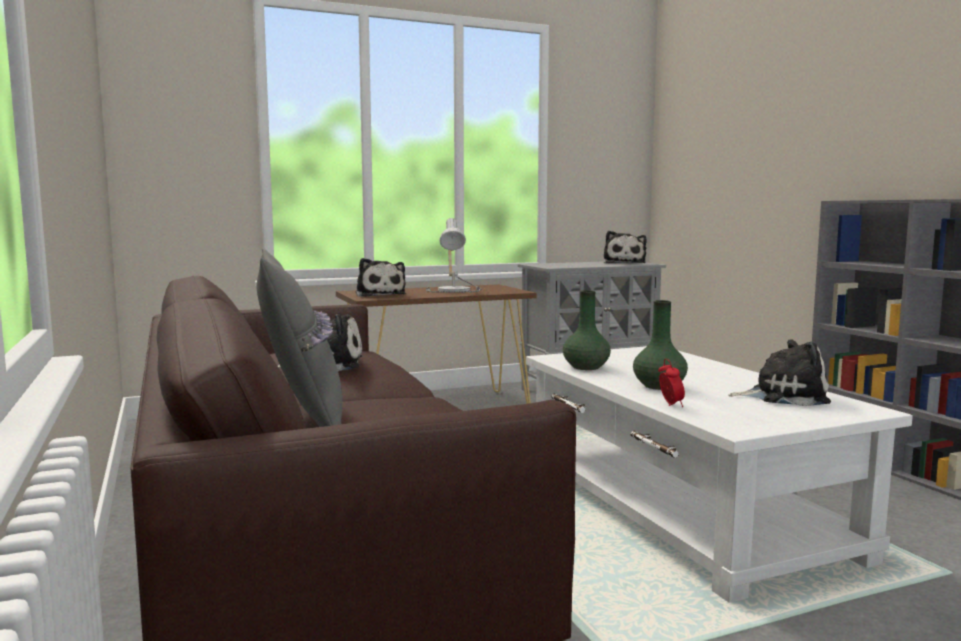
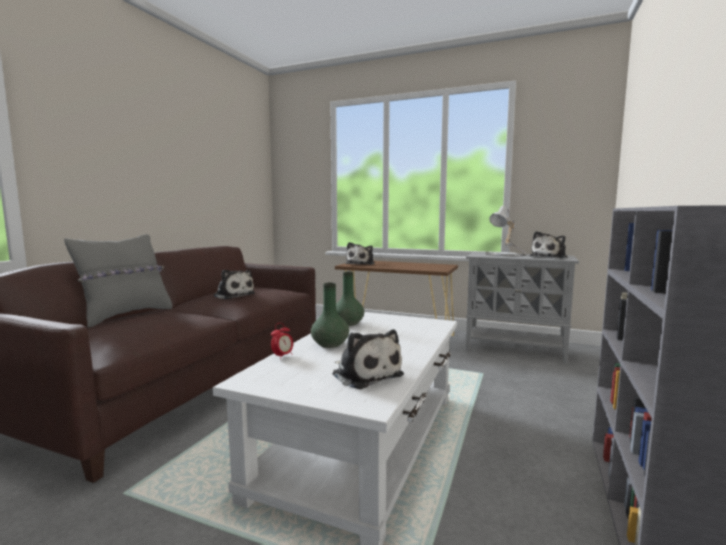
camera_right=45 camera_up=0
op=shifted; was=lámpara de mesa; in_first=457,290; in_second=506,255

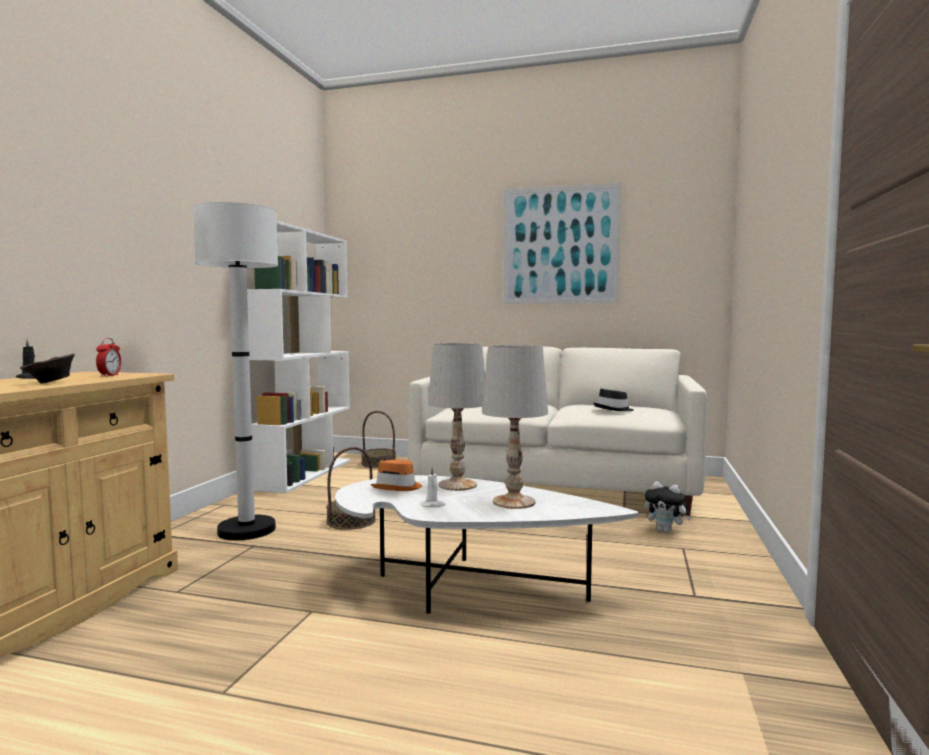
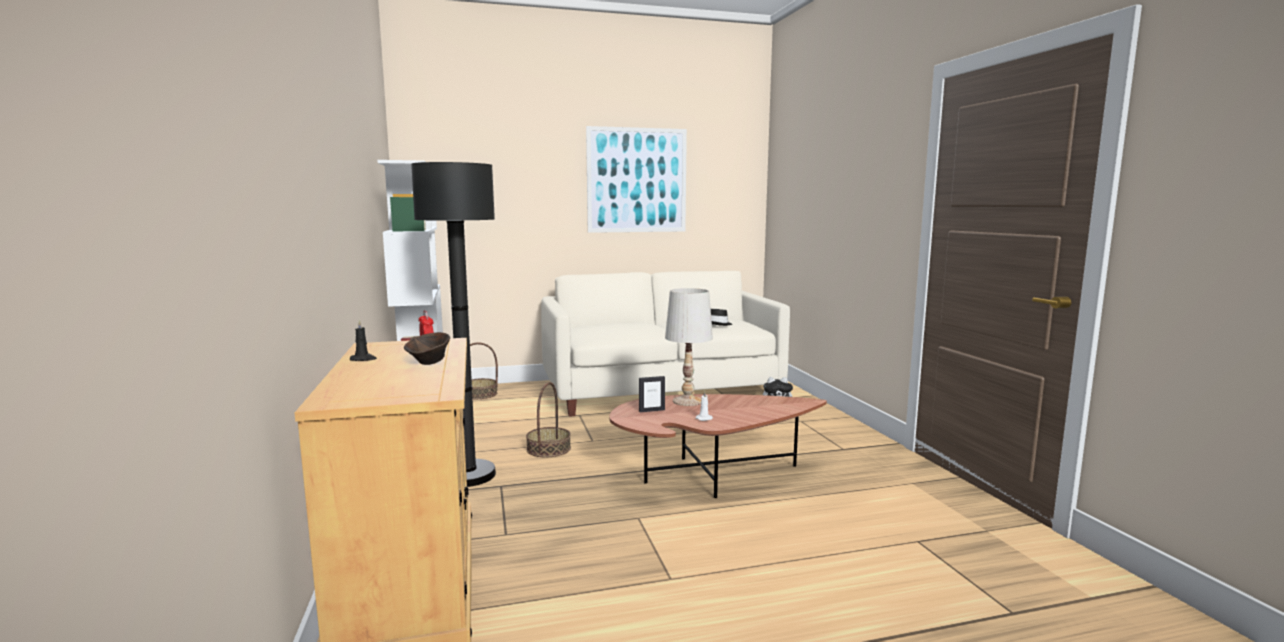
camera_right=-30 camera_up=5
op=repainted; was=lámpara de pie [blanco]; now=lámpara de pie [negro]; in_first=247,530; in_second=468,475
op=gone; was=lámpara de mesa [blanco]; in_first=514,502
op=swapped; was=sombrero [naranja]; now=portarretratos; in_first=398,487; in_second=651,410
op=repainted; was=mesa de centro [blanco]; now=mesa de centro [marrón]; in_first=463,585; in_second=709,475

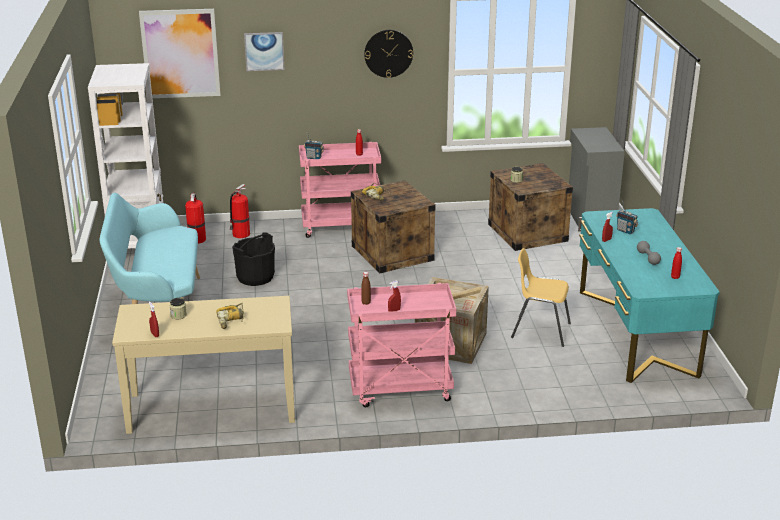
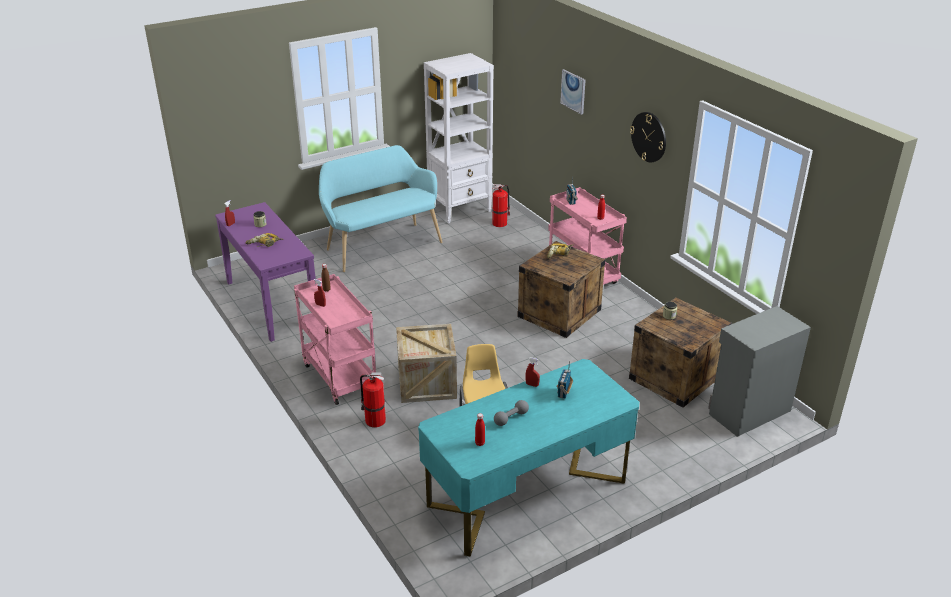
camera_right=65 camera_up=5
op=gone; was=cuadro; in_first=180,53
op=shifted; was=extintor; in_first=240,234; in_second=374,420
op=gone; was=cubo [negro]; in_first=255,277
op=repainted; was=mesa consola [beis]; now=mesa consola [morado]; in_first=212,408; in_second=271,303

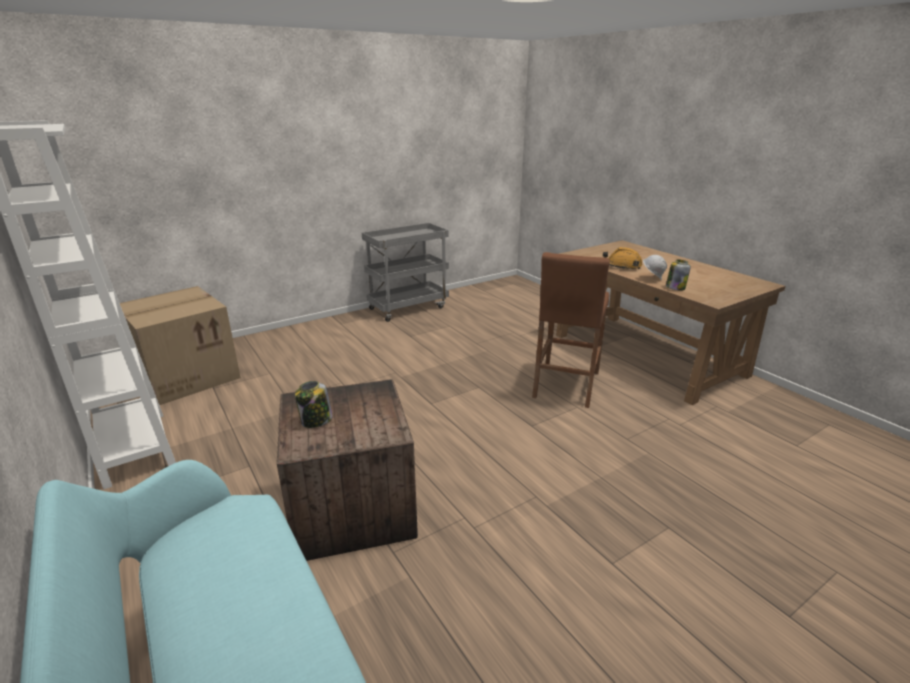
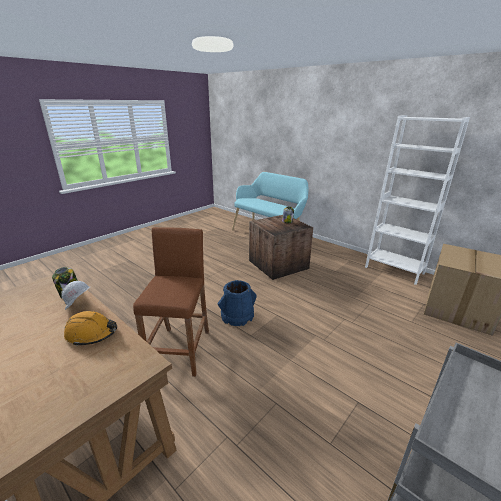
camera_right=165 camera_up=0
op=new; now=cubo [azul]; in_second=237,316

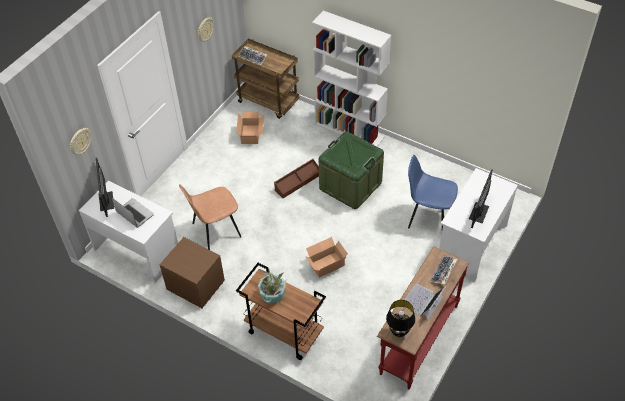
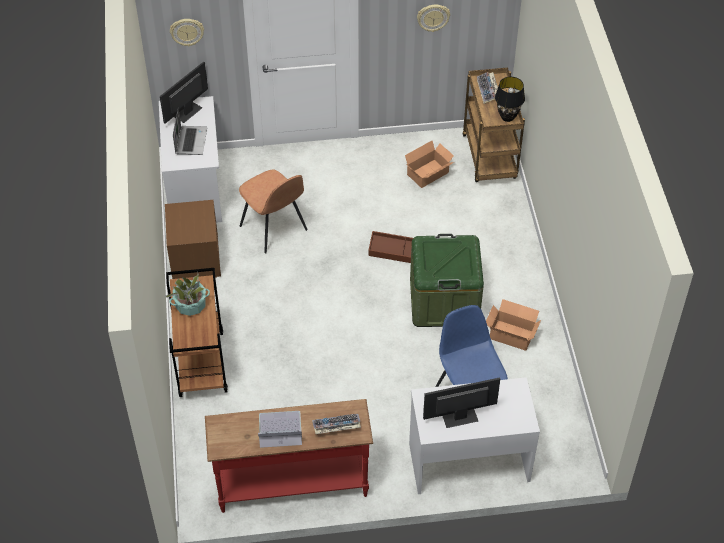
camera_right=50 camera_up=0
op=gone; was=estantería [blanco]; in_first=350,130
op=rotated; was=silla [marrón]; in_first=215,230; in_second=274,229; clockwise=-150
op=shifted; was=caja de cartón; in_first=325,264; in_second=511,333
op=shifted; was=lámpara de mesa [negro]; in_first=399,332; in_second=507,117

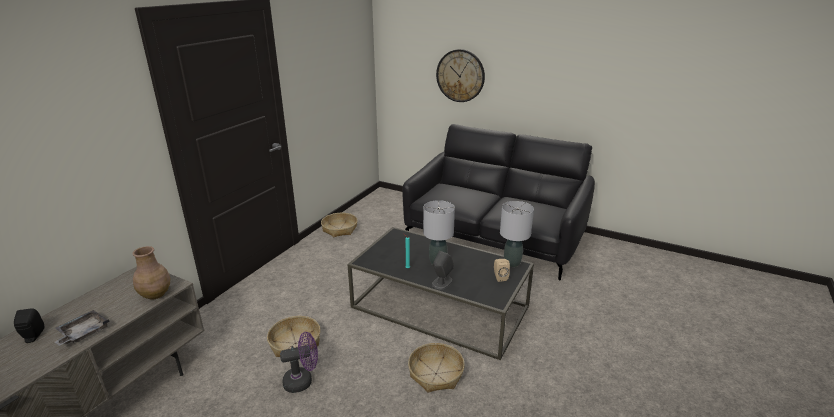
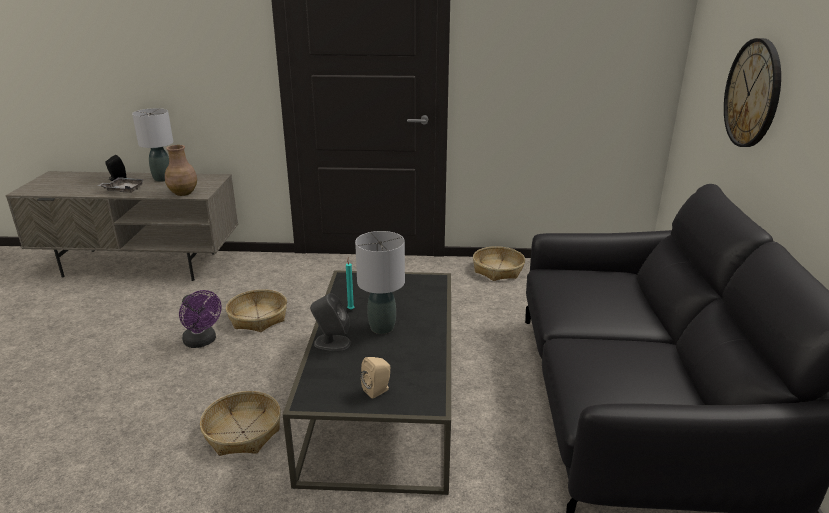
camera_right=65 camera_up=0
op=shifted; was=lámpara de mesa [gris]; in_first=511,263; in_second=162,179

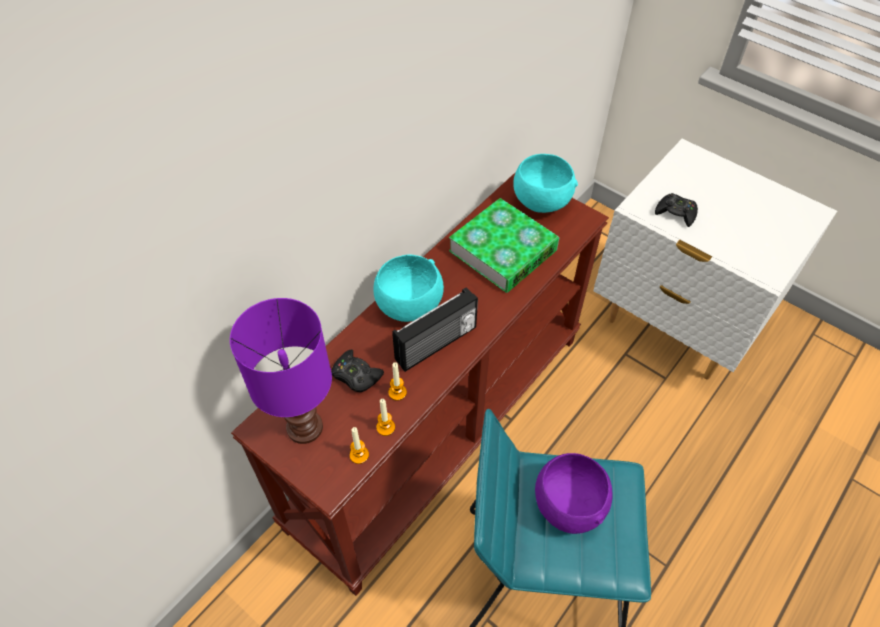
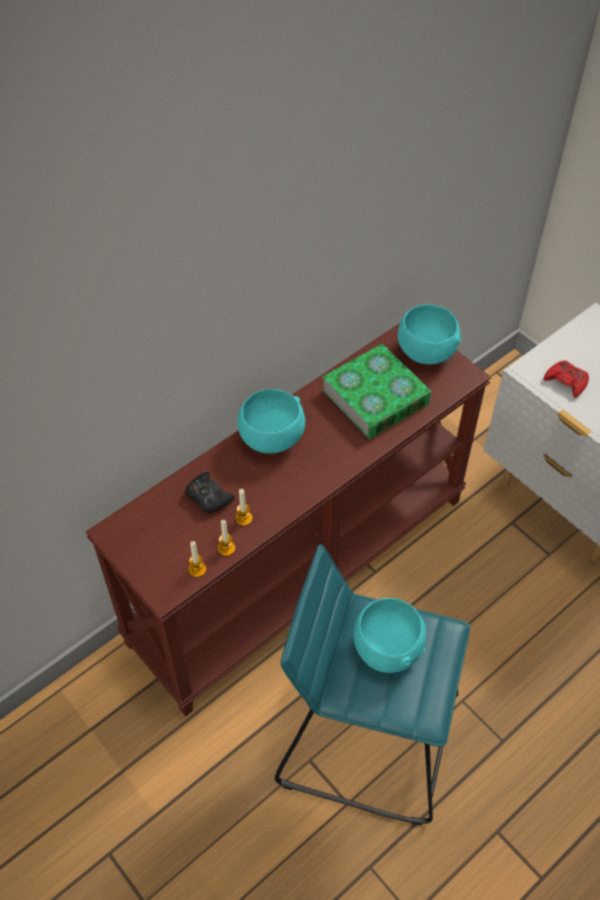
camera_right=10 camera_up=0
op=repainted; was=mando de consola [negro]; now=mando de consola [rojo]; in_first=676,213; in_second=566,381
op=gone; was=radio; in_first=437,345
op=gone; was=lámpara de mesa [morado]; in_first=306,428
op=repainted; was=cuenco [morado]; now=cuenco [turquesa]; in_first=568,504; in_second=387,647

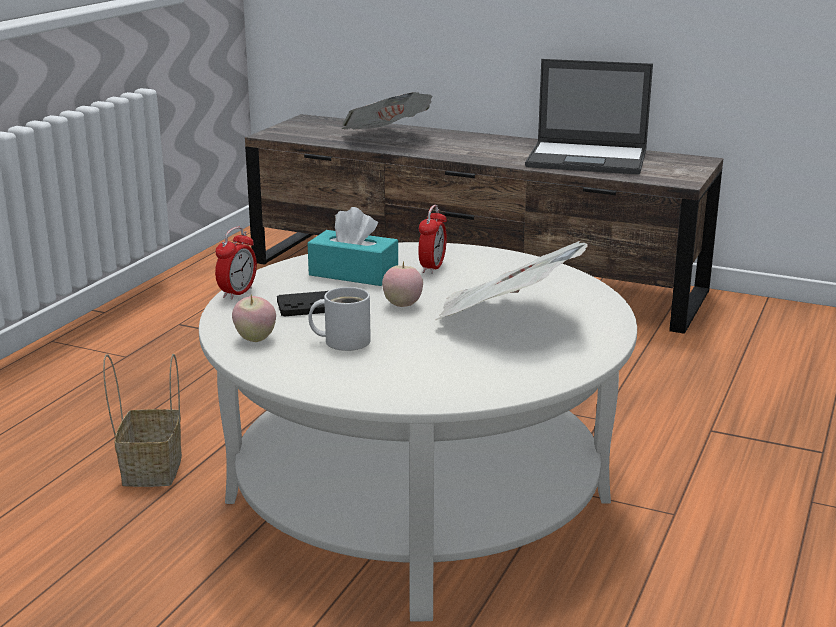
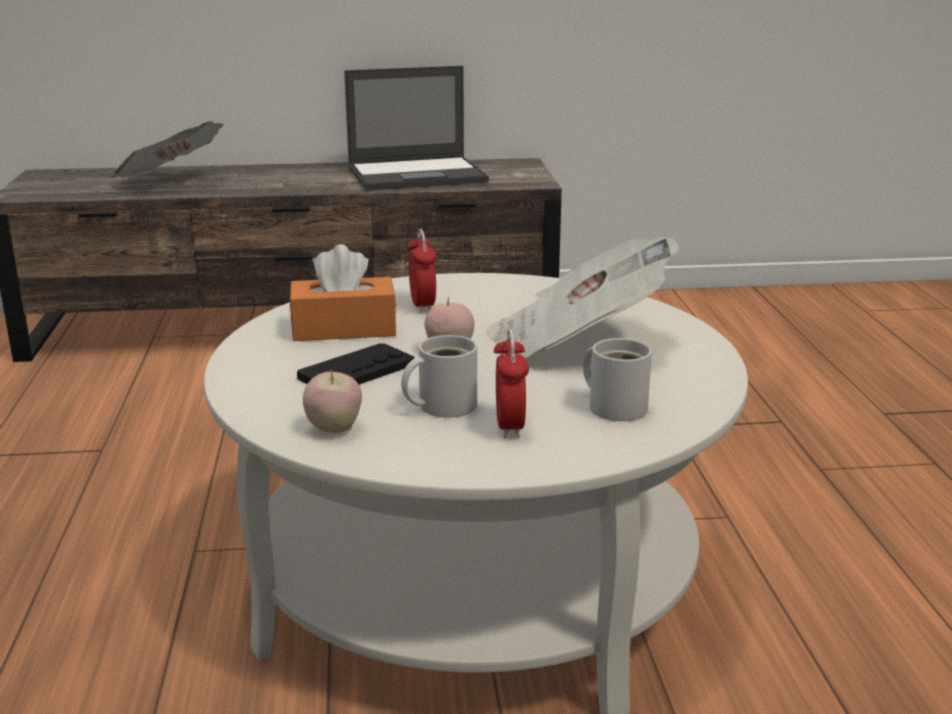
camera_right=-30 camera_up=0
op=repainted; was=caja de pañuelos [turquesa]; now=caja de pañuelos [naranja]; in_first=353,273; in_second=344,329
op=shifted; was=despertador; in_first=237,293; in_second=510,426
op=gone; was=cesta; in_first=151,468
op=new; now=taza grande [blanco]; in_second=615,406

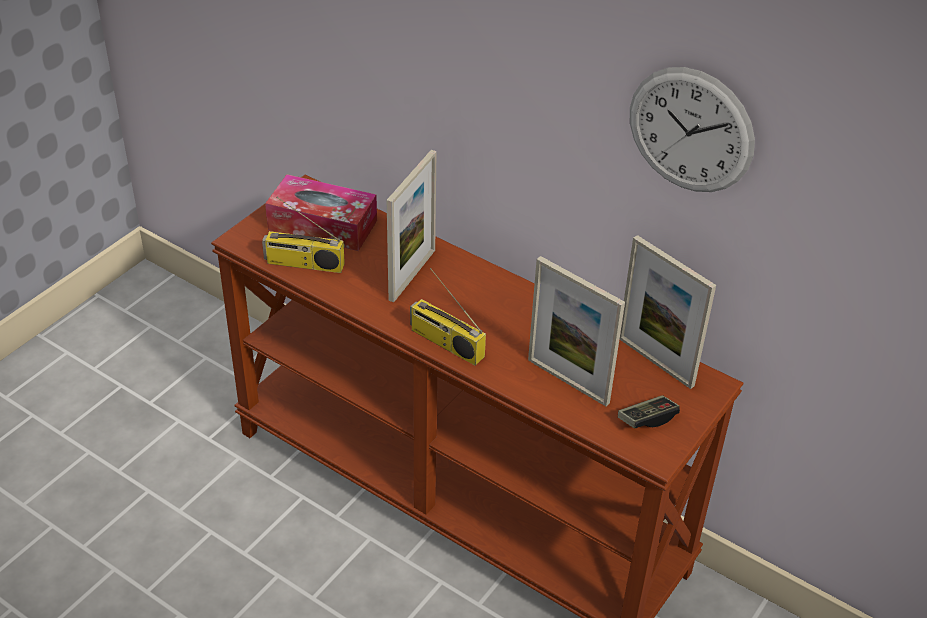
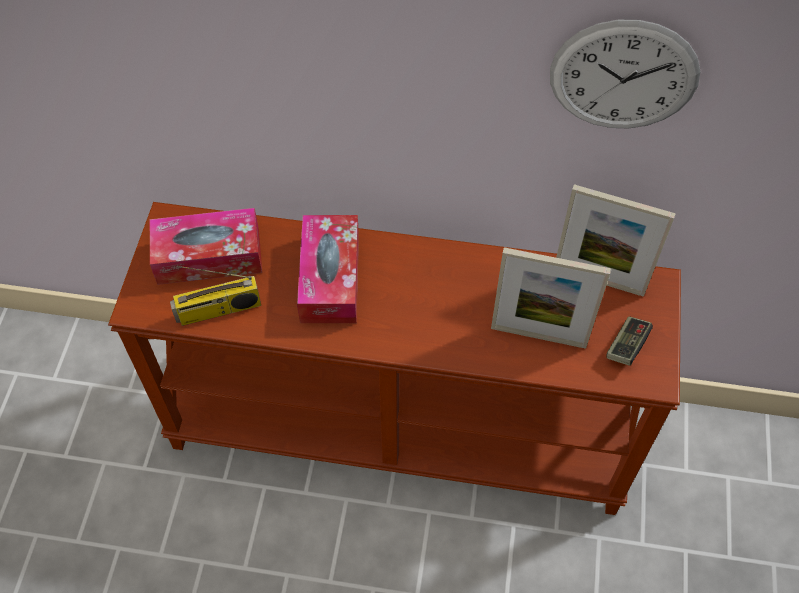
camera_right=-25 camera_up=15
op=swapped; was=portarretratos; now=caja de pañuelos; in_first=412,275; in_second=330,278
op=gone; was=radio; in_first=445,343

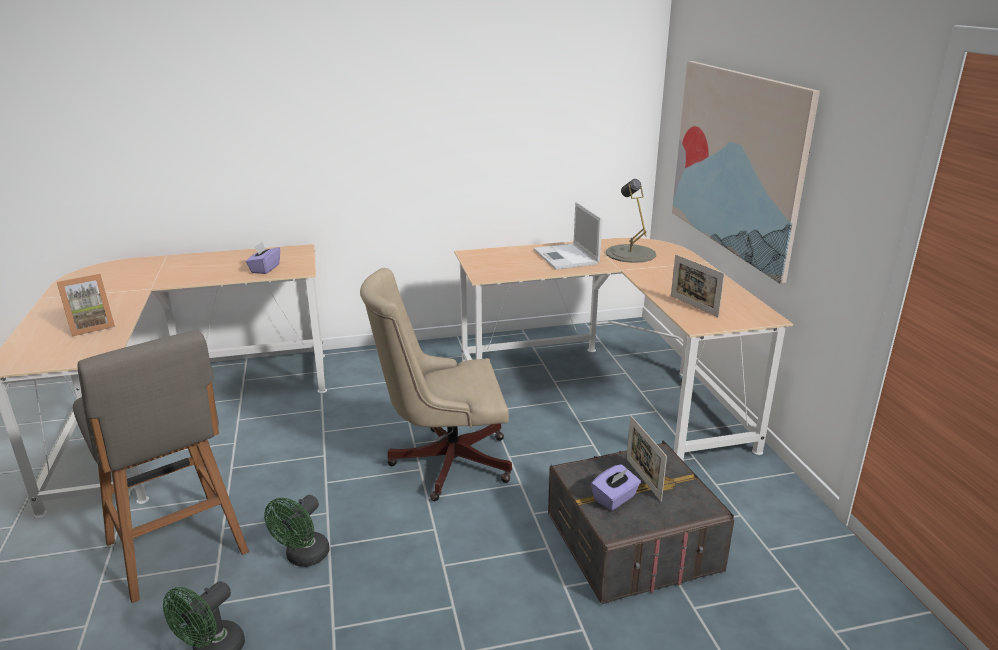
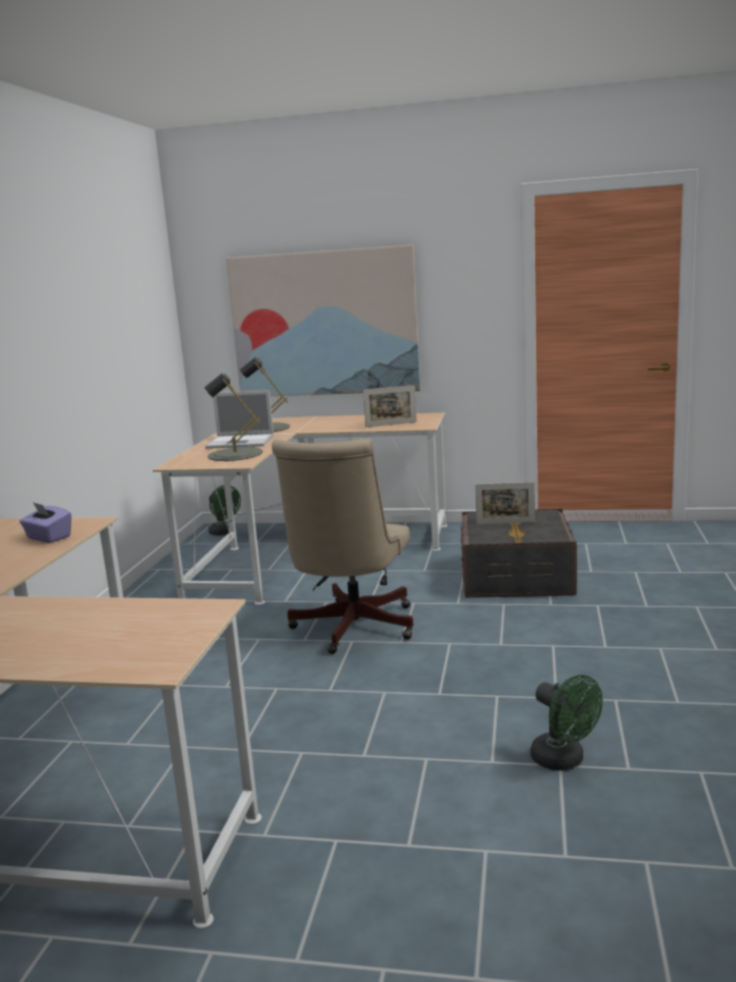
camera_right=-65 camera_up=-10
op=gone; was=portarretratos; in_first=91,327
op=gone; was=taburete [gris]; in_first=178,550
op=gone; was=caja de pañuelos [morado]; in_first=615,499
op=shifted; was=ventilador [verde]; in_first=303,558; in_second=224,533
op=new; now=lámpara de mesa [gris]; in_second=235,454

